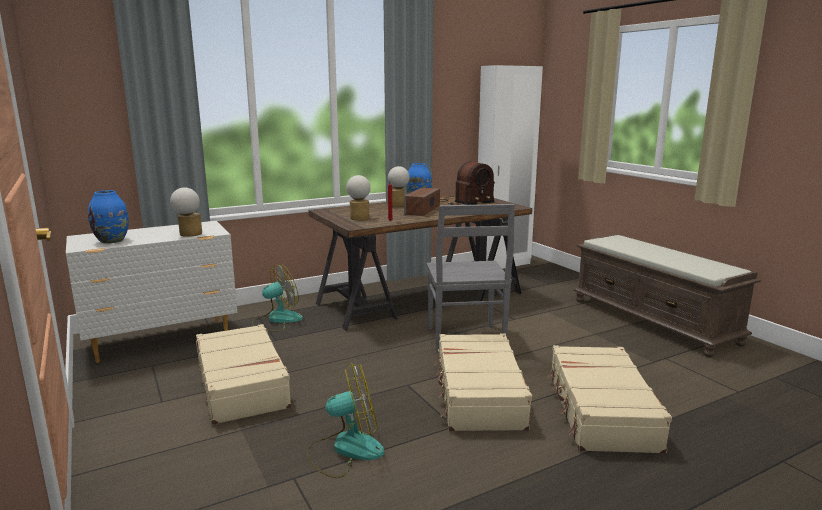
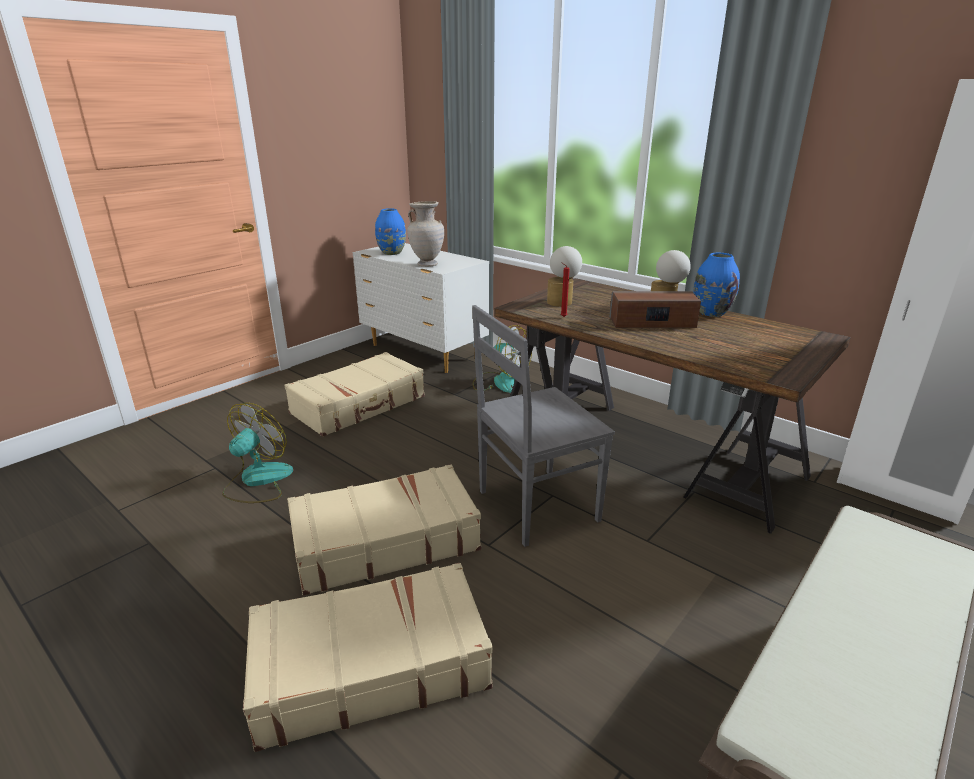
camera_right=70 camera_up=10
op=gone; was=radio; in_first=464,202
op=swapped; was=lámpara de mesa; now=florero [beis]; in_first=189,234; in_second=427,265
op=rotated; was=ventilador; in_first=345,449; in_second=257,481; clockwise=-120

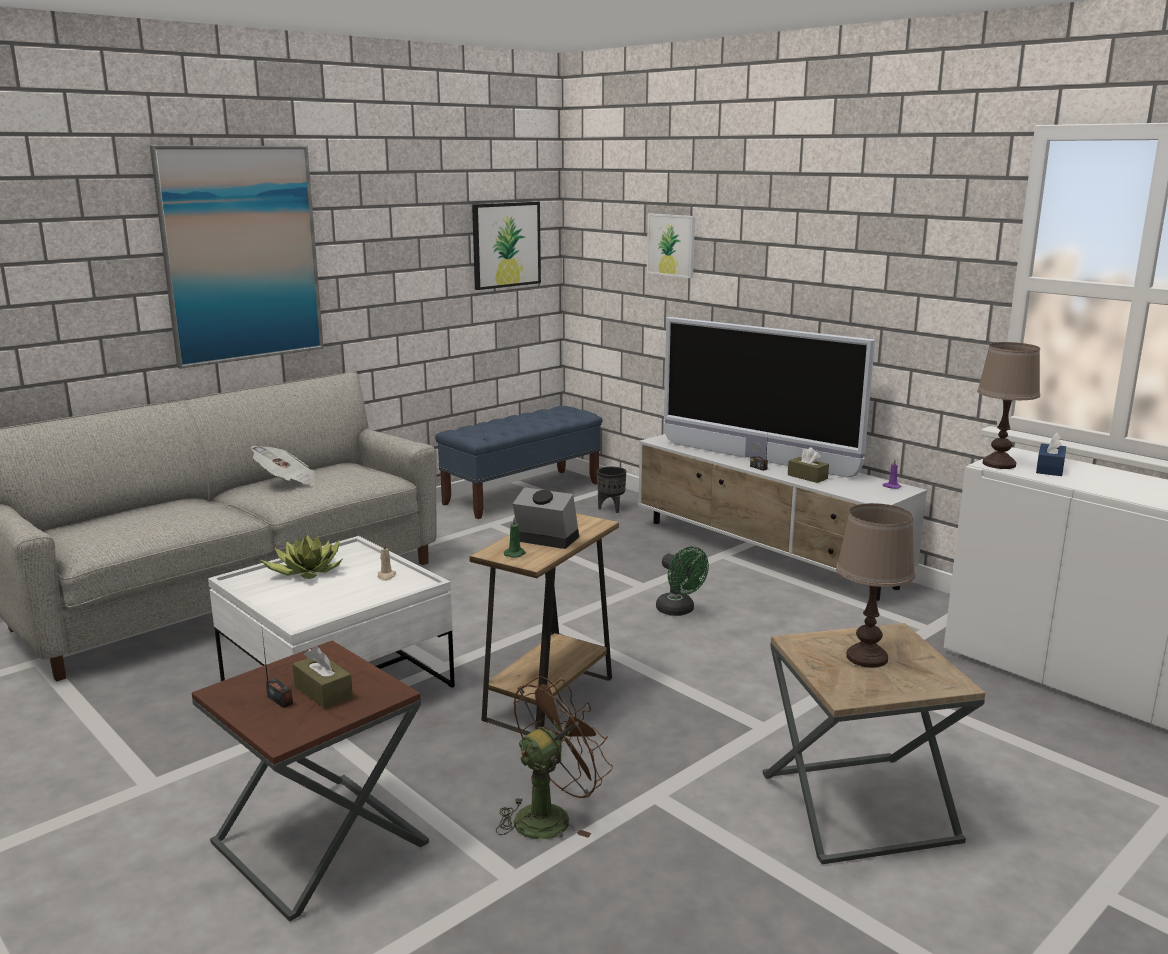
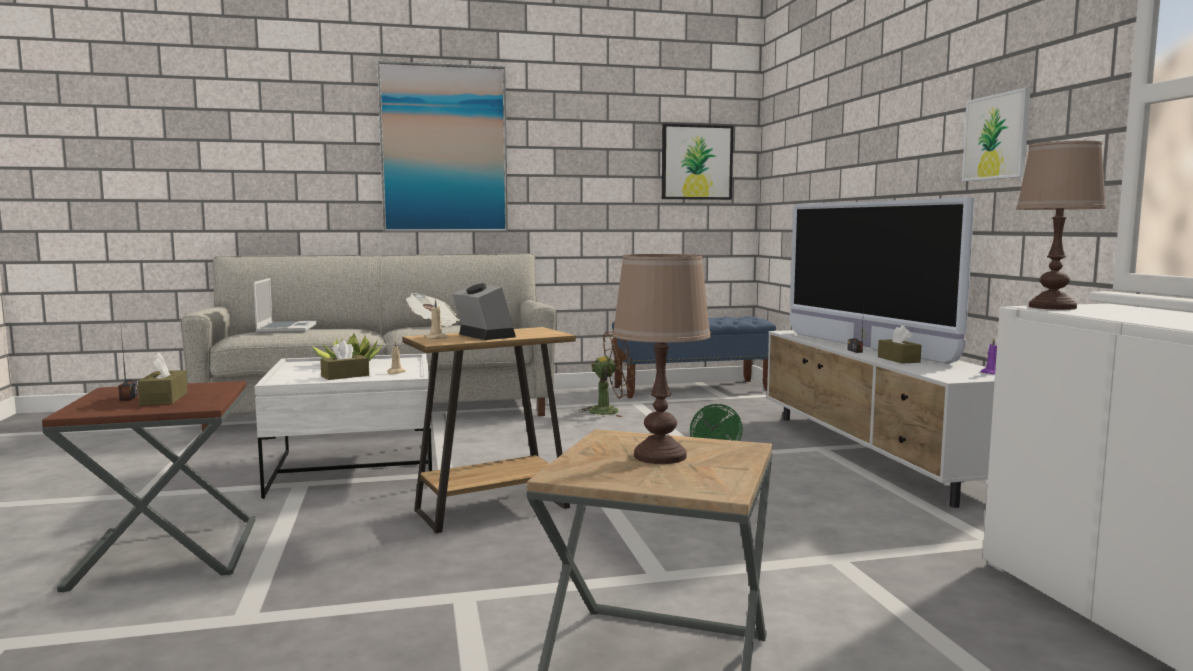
camera_right=30 camera_up=-10
op=shifted; was=cuadro; in_first=671,245; in_second=996,137
op=gone; was=caja de pañuelos [azul]; in_first=1049,468
op=gone; was=maceta [negro]; in_first=611,509
op=repainted; was=vela [verde]; now=vela [beis]; in_first=515,554; in_second=437,338
op=shifted; was=ventilador [marrón]; in_first=550,816; in_second=610,411
op=new; now=portátil; in_second=286,329
op=new; now=caja de pañuelos [marrón]; in_second=345,376

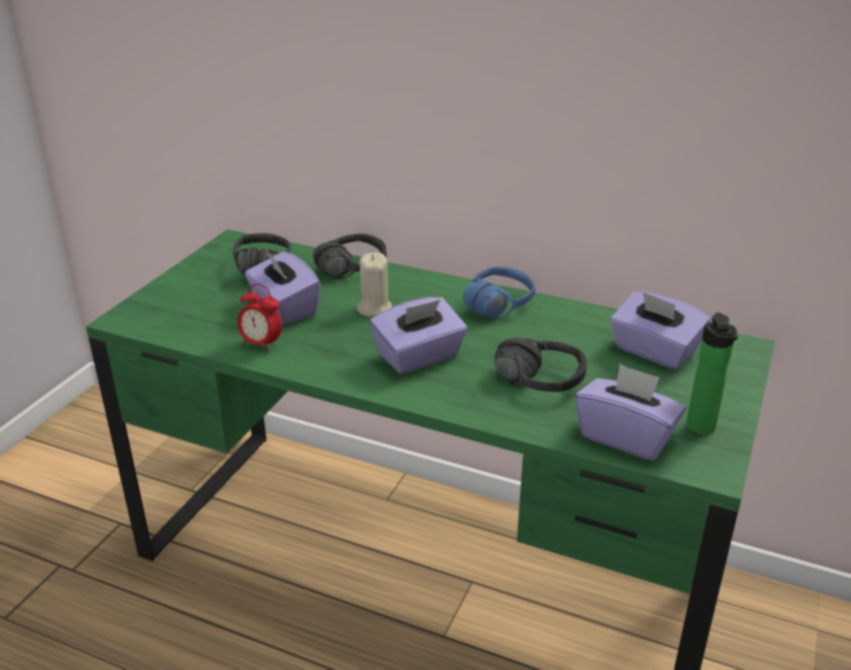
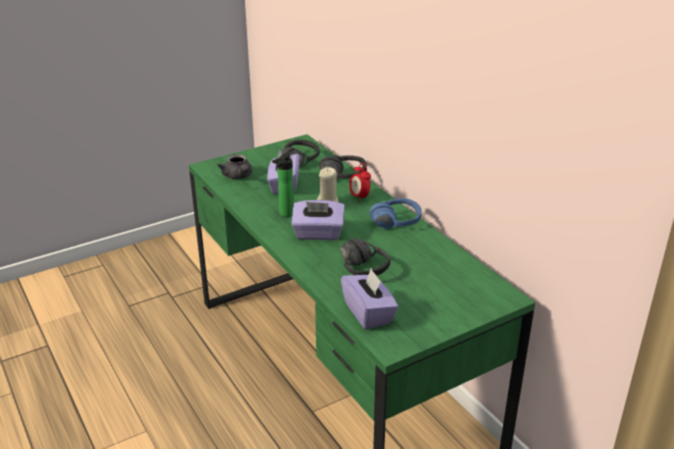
camera_right=35 camera_up=0
op=shifted; was=despertador; in_first=261,344; in_second=359,197
op=gone; was=caja de pañuelos [morado]; in_first=654,351
op=shifted; was=botella; in_first=701,429; in_second=285,214
op=new; now=tetera [gris]; in_second=238,176

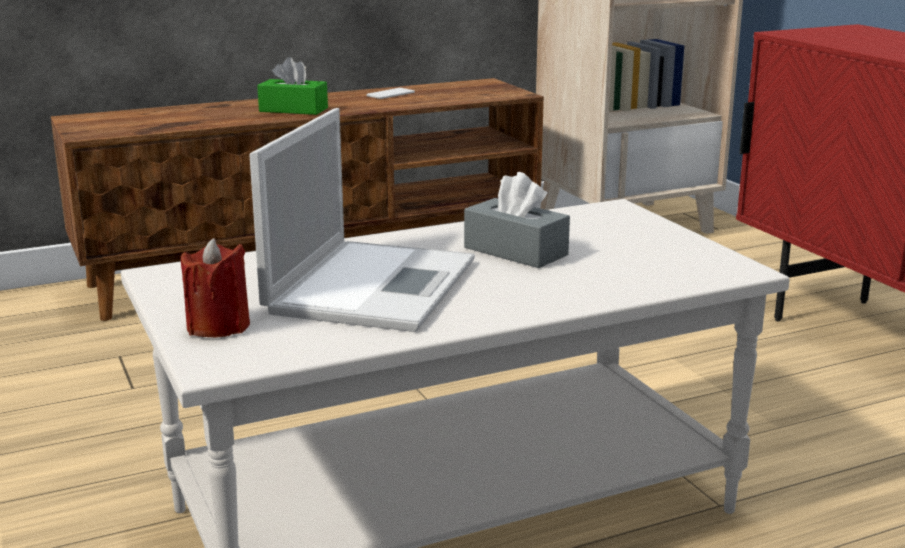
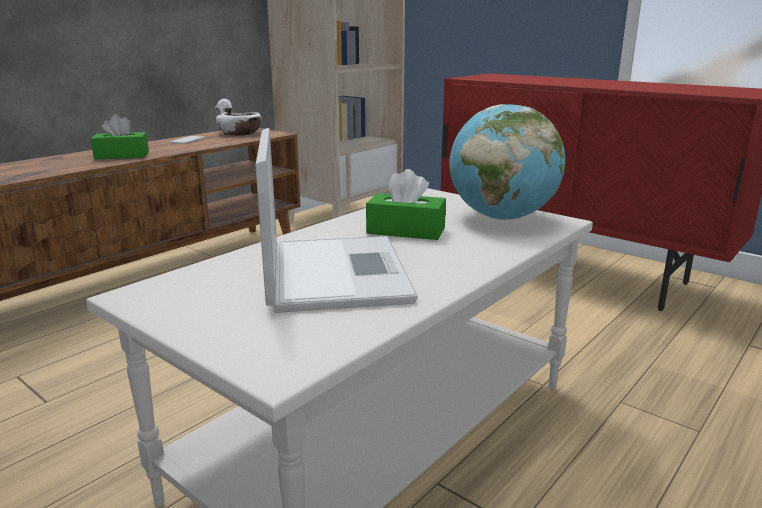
camera_right=-25 camera_up=0
op=repainted; was=caja de pañuelos [gris]; now=caja de pañuelos [verde]; in_first=515,251; in_second=406,231
op=gone; was=vela [rojo]; in_first=218,326
op=new; now=cuenco [blanco]; in_second=239,133
op=new; now=globo terráqueo; in_second=502,217

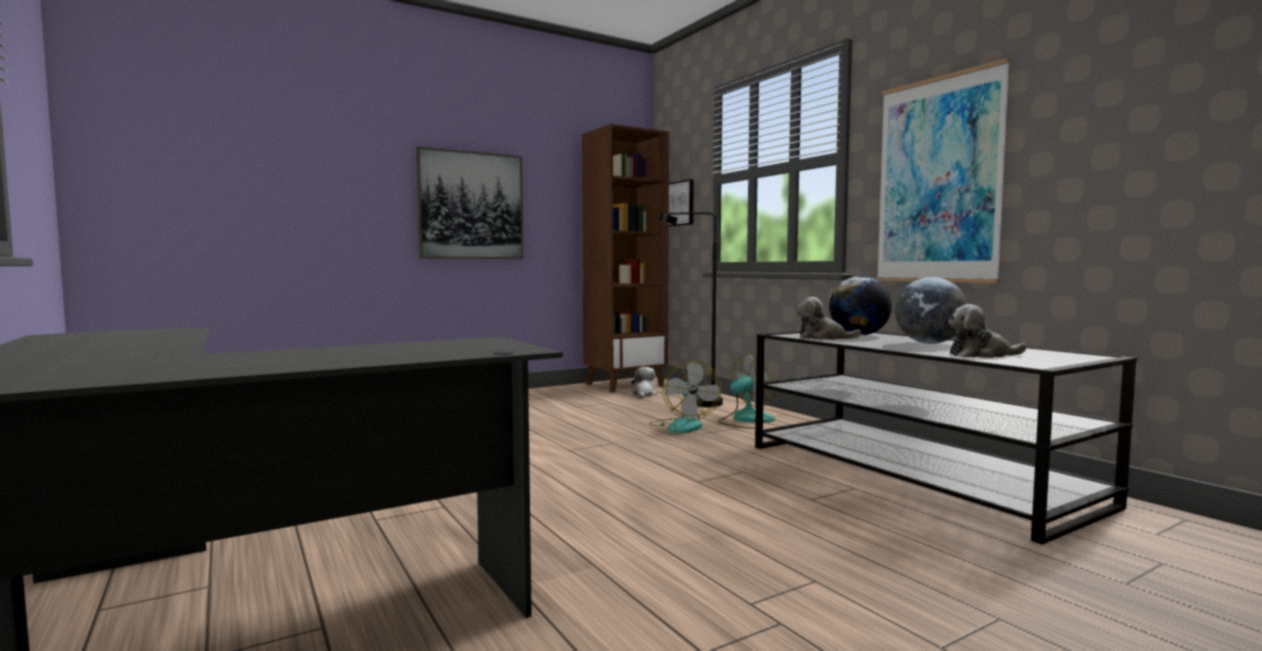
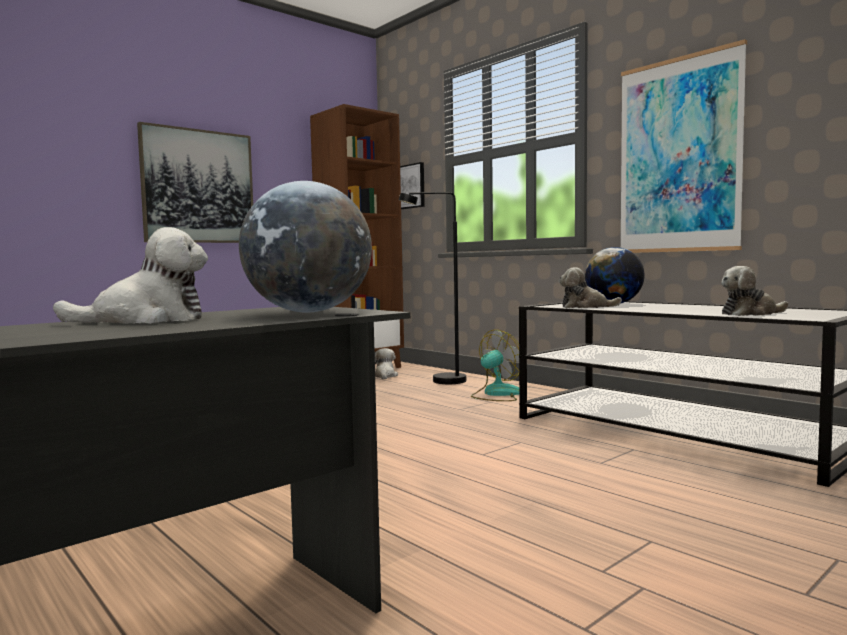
camera_right=-10 camera_up=0
op=shifted; was=globo terráqueo; in_first=929,343; in_second=309,312
op=gone; was=ventilador; in_first=683,426
op=new; now=peluche; in_second=146,320

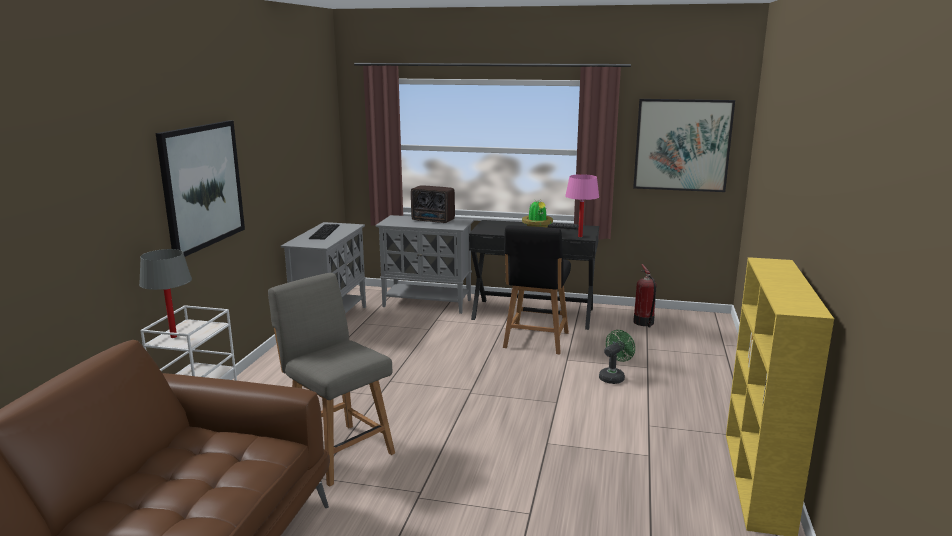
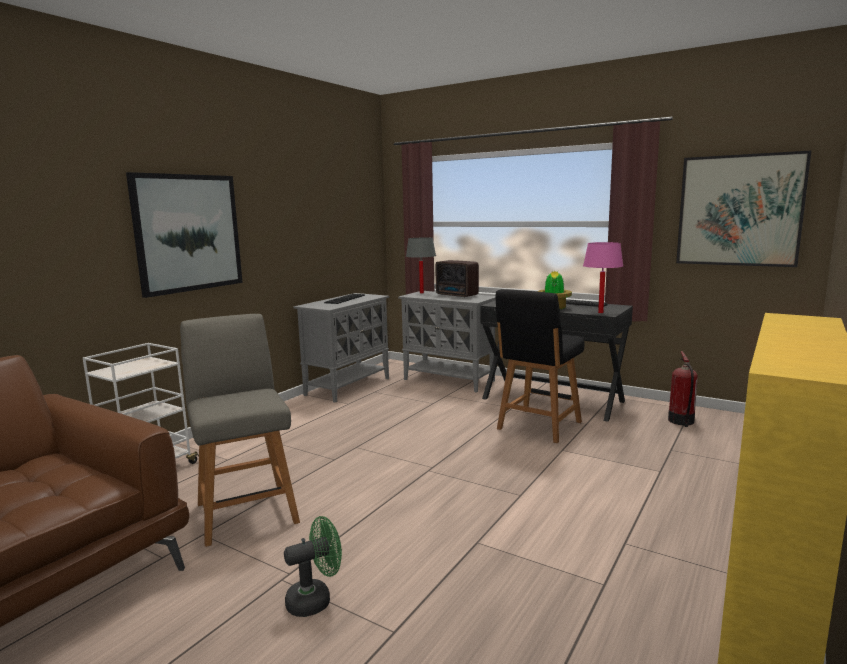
camera_right=20 camera_up=-5
op=shifted; was=lámpara de mesa [gris]; in_first=173,337; in_second=421,293
op=shifted; was=ventilador [verde]; in_first=614,377; in_second=315,599

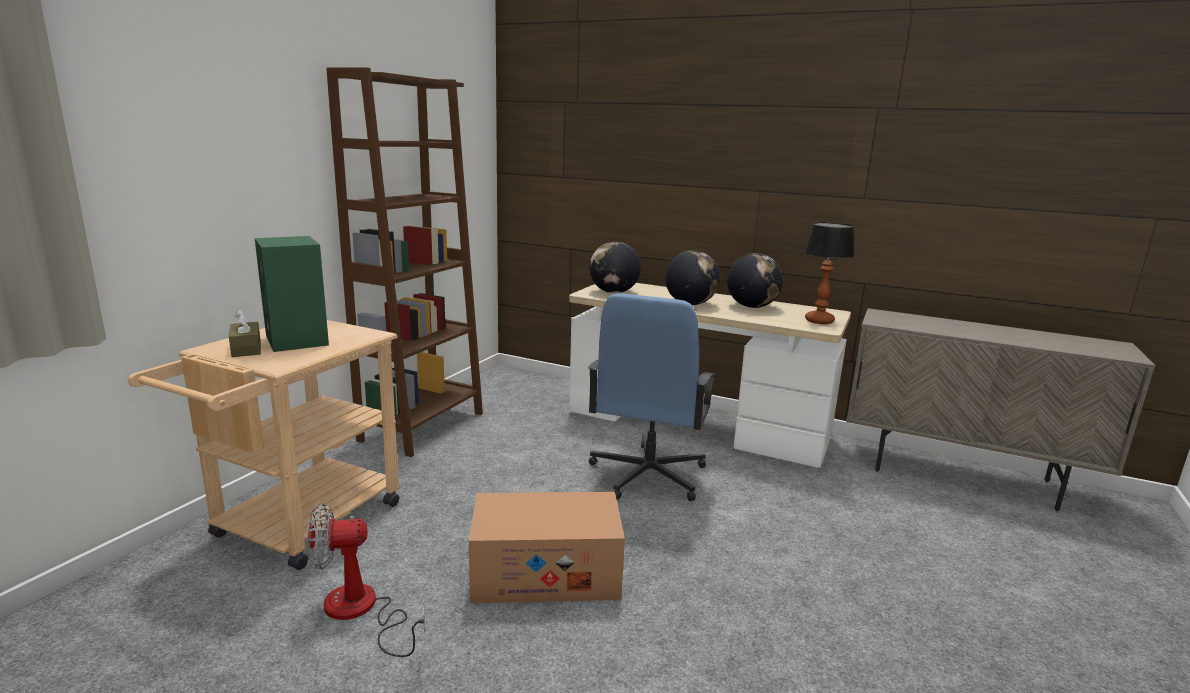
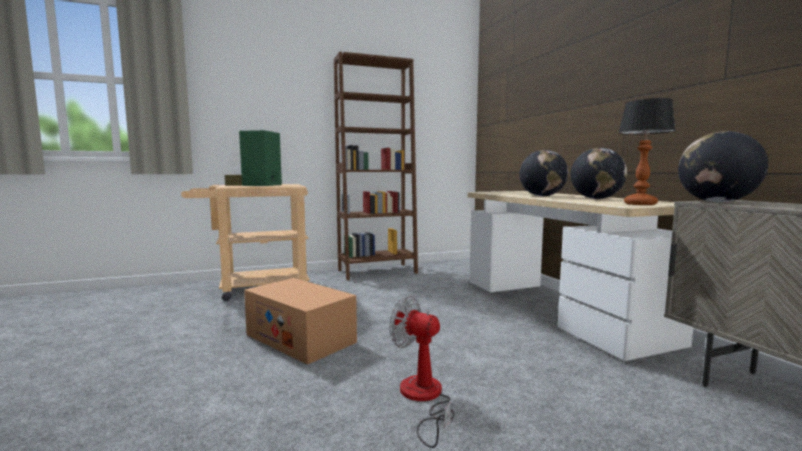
camera_right=45 camera_up=-10
op=shifted; was=globo terráqueo; in_first=613,292; in_second=716,202
op=gone; was=silla de oficina [azul]; in_first=647,475
op=shifted; was=ventilador; in_first=361,611; in_second=423,398

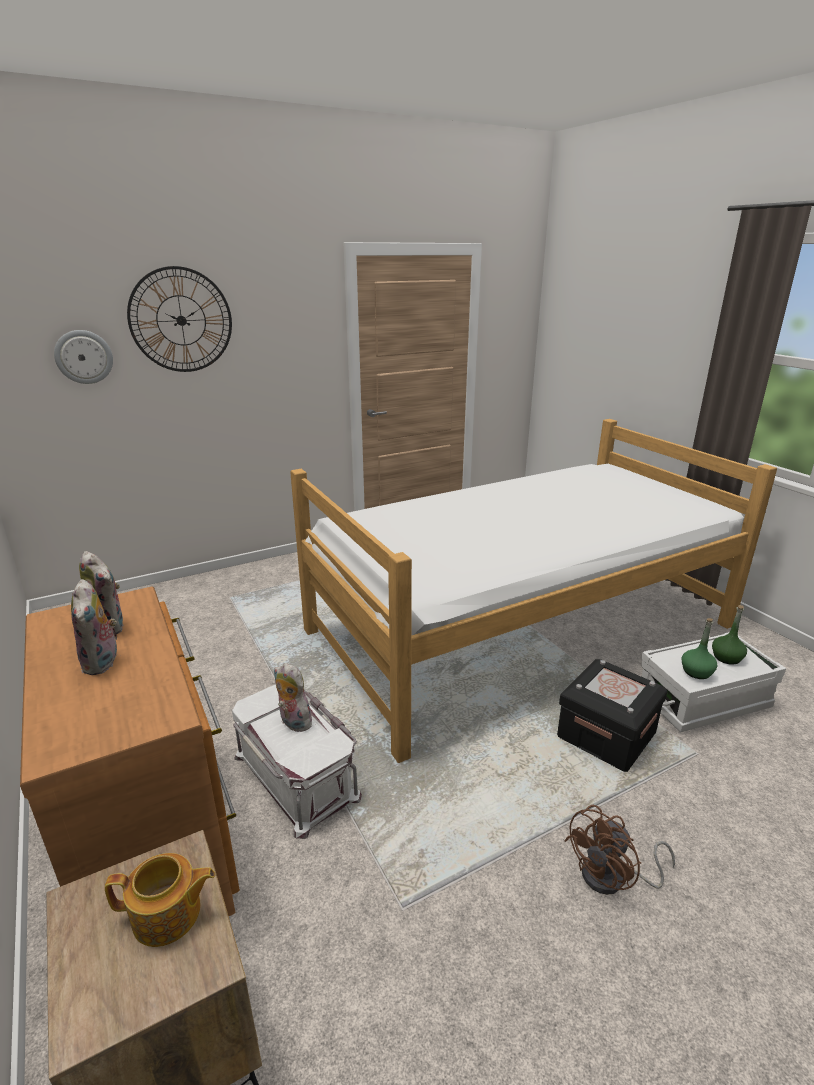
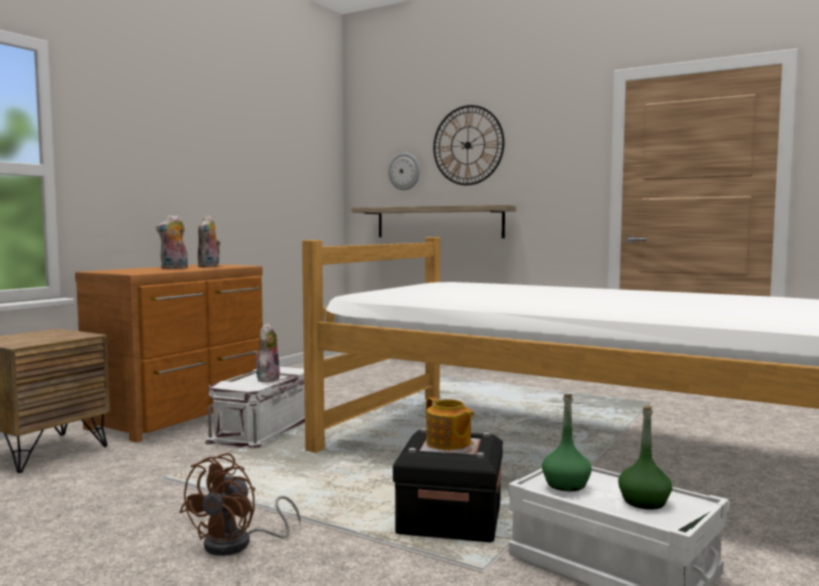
camera_right=60 camera_up=-20
op=rotated; was=ventilador [marrón]; in_first=612,878; in_second=238,544; clockwise=-90
op=shifted; was=tetera; in_first=168,915; in_second=448,443
op=new; now=estante; in_second=438,222

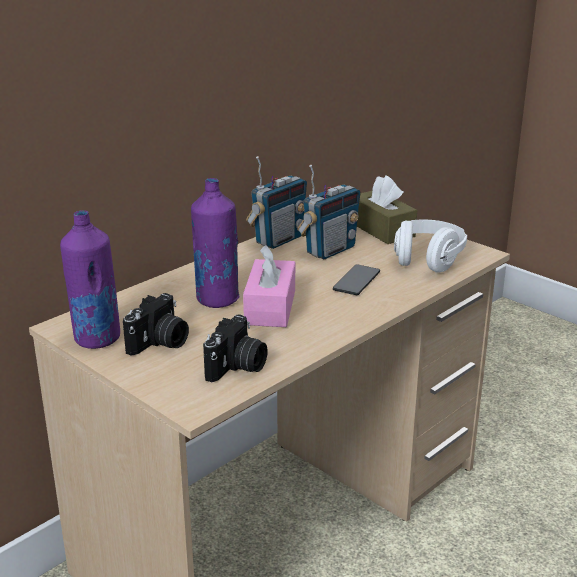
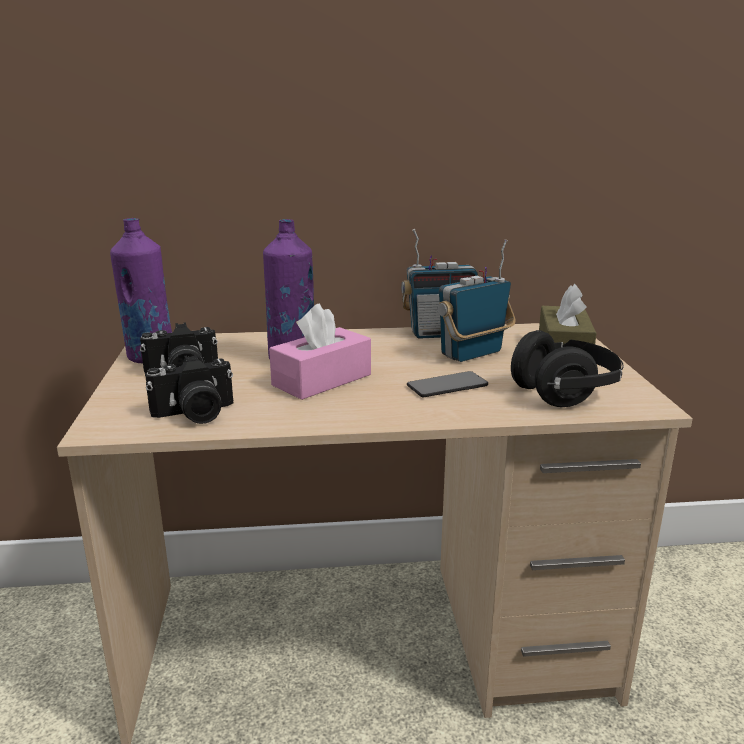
camera_right=40 camera_up=-5
op=rotated; was=radio; in_first=330,250; in_second=472,354; clockwise=150
op=repainted; was=auriculares [blanco]; now=auriculares [negro]; in_first=427,260; in_second=564,392

